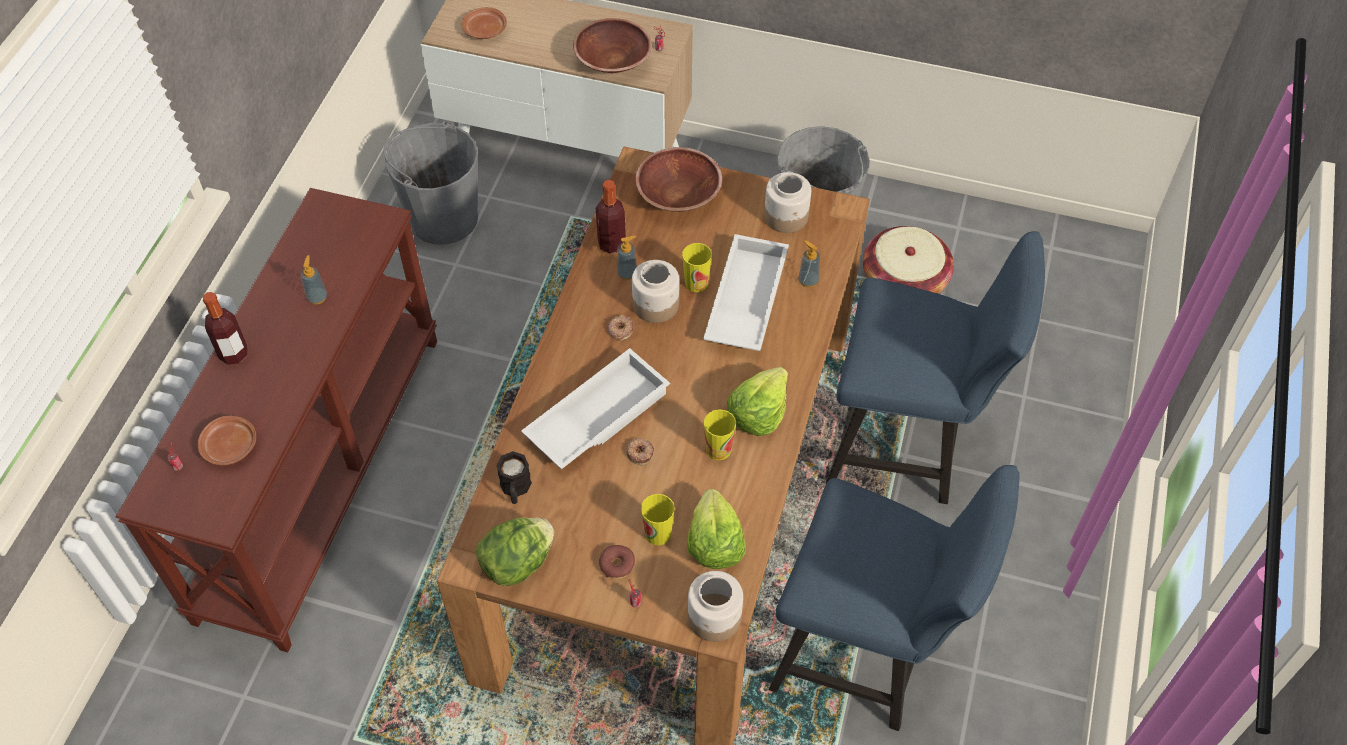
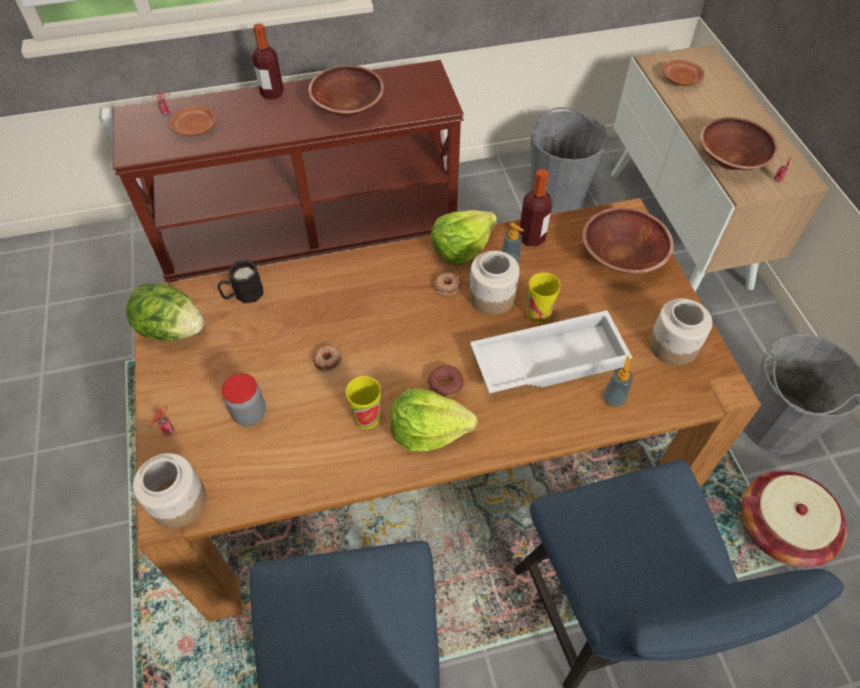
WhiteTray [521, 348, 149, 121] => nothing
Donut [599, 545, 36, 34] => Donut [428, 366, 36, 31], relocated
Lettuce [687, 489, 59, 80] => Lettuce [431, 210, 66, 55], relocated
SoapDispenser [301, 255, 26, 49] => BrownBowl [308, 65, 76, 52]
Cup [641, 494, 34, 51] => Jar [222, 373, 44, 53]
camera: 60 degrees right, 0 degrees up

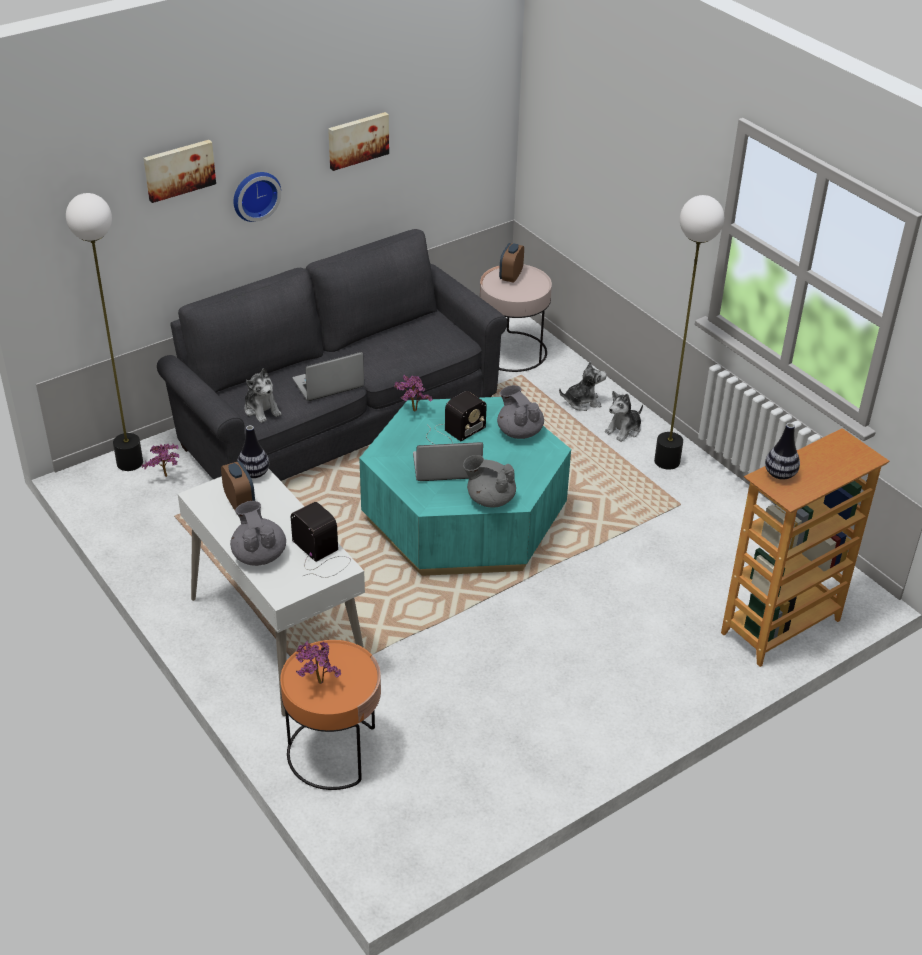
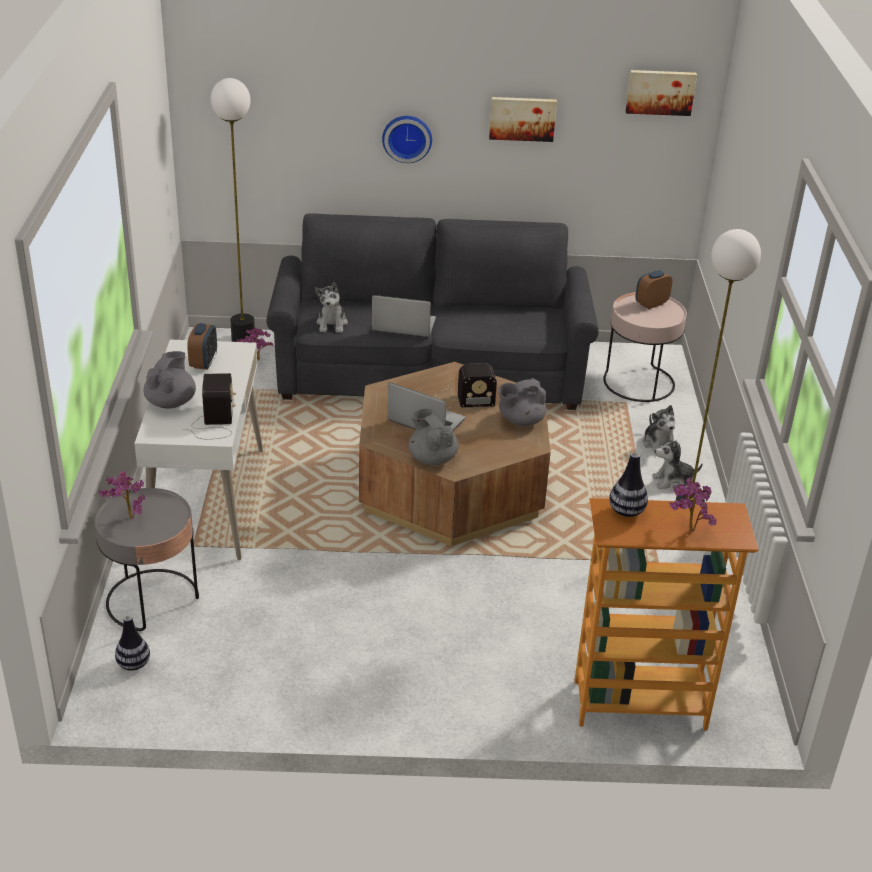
Picture [144, 140, 72, 63] => Picture [626, 70, 71, 46], relocated
Vase [237, 425, 32, 53] => Vase [115, 615, 35, 56], relocated
PottedPlant [394, 375, 39, 37] => PottedPlant [669, 477, 48, 54], relocated
OrangeSideTable [280, 640, 101, 150] => GreySideTable [95, 488, 104, 143]
TurquoiseCoffeeTable [359, 397, 212, 179] => BrownCoffeeTable [359, 362, 192, 184]
GreyTeapot [497, 385, 47, 54] => GreyTeapot [498, 378, 49, 48], 120 degrees counterclockwise
PlushToy [559, 361, 48, 50] => PlushToy [643, 405, 32, 48], 45 degrees clockwise
camera: 35 degrees right, 5 degrees down

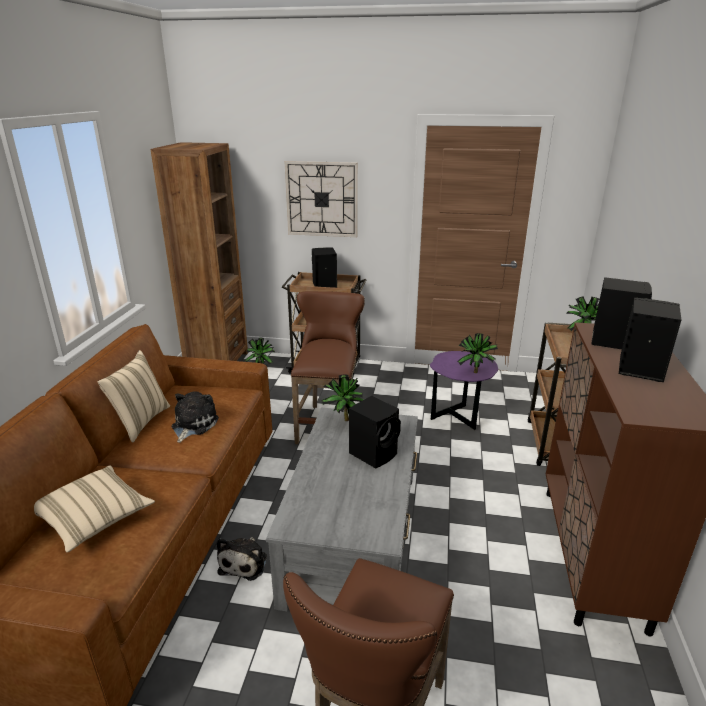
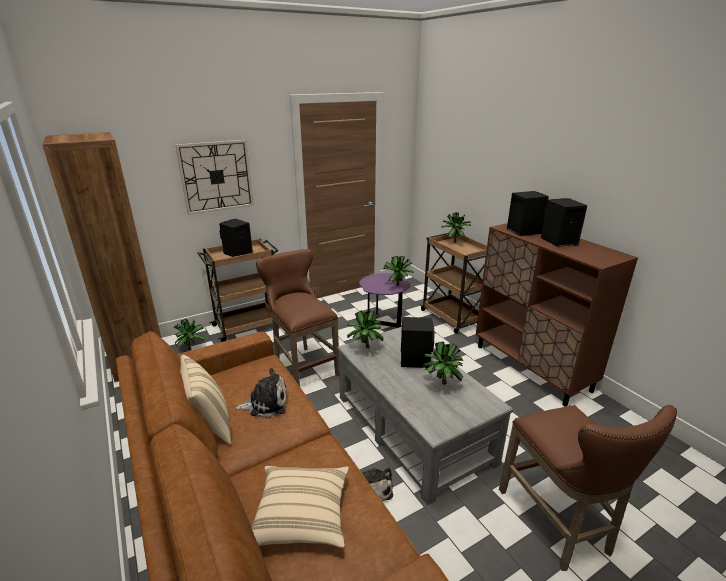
nothing => PottedPlant [423, 341, 40, 44]
PlushToy [171, 392, 48, 51] => PlushToy [235, 368, 52, 49], 105 degrees clockwise
camera: 40 degrees left, 0 degrees up

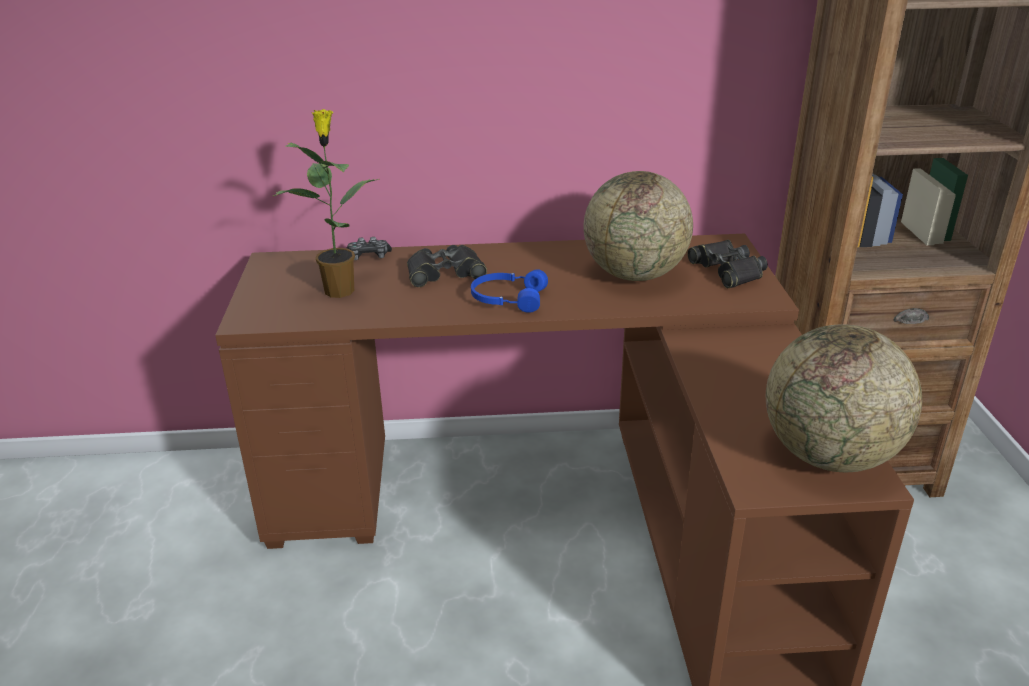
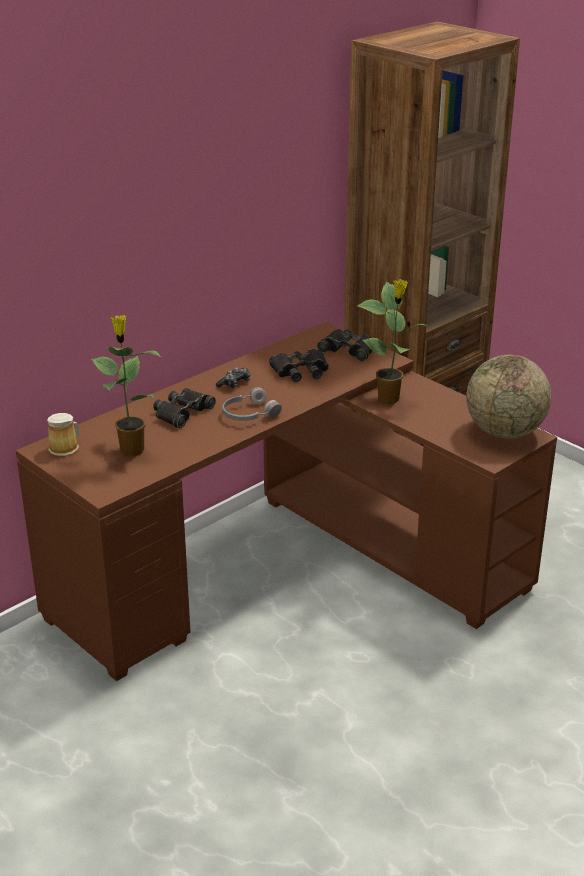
nothing => Mug [47, 413, 33, 43]
nothing => PottedPlant [357, 279, 72, 125]
GameController [346, 237, 46, 23] => GameController [216, 367, 35, 21], relocated
Globe [583, 171, 110, 110] => BlackBinoculars [269, 349, 60, 33]
BlueHeadphones [471, 269, 77, 44] => GreyHeadphones [222, 387, 60, 34]
camera: 40 degrees left, 0 degrees up

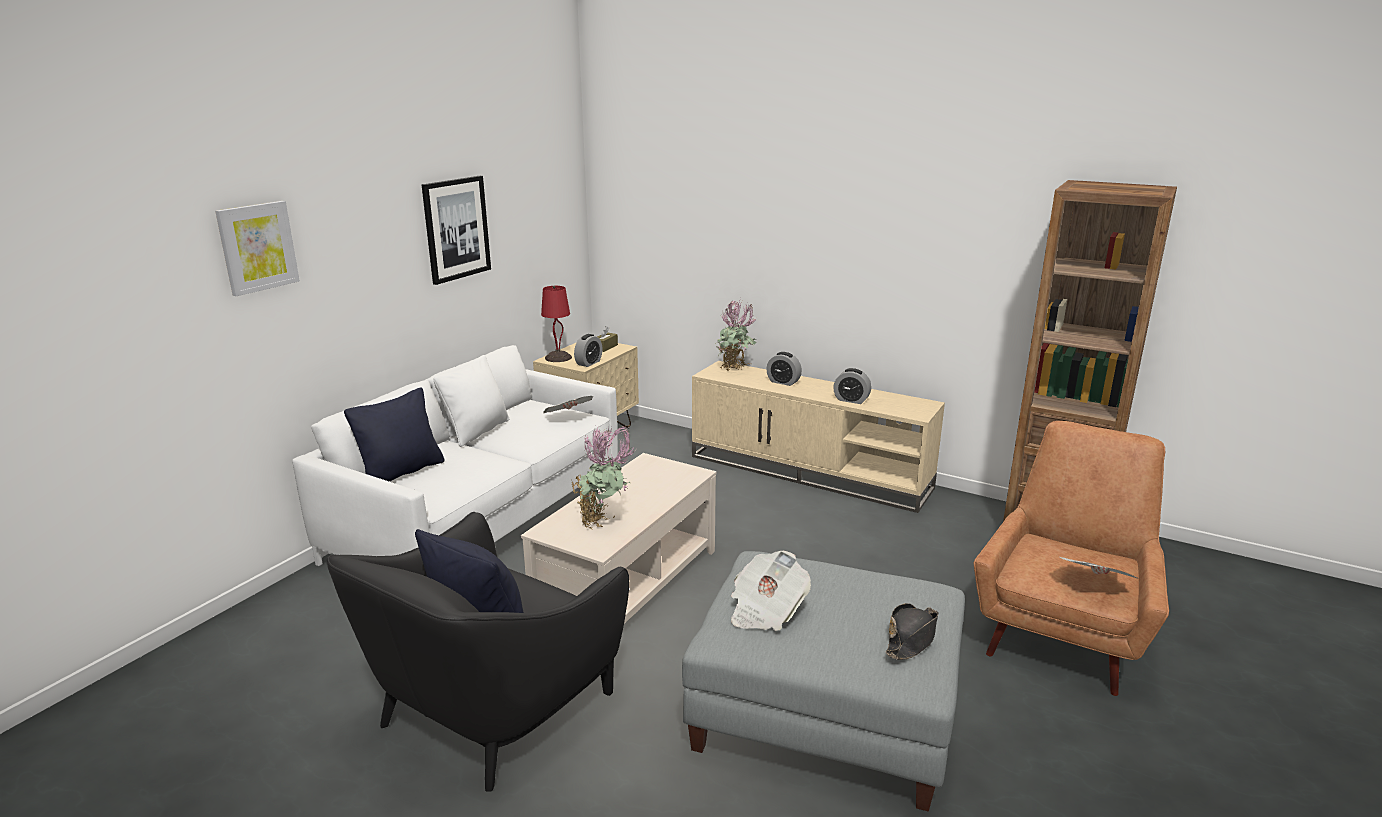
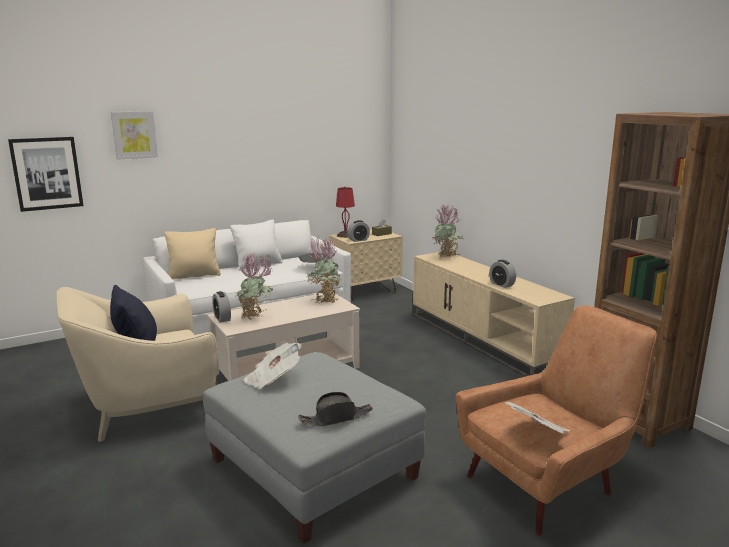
nothing => PottedPlant [306, 236, 35, 68]
Picture [422, 176, 69, 109] => Picture [8, 137, 76, 75], relocated
AlarmClock [766, 352, 36, 34] => AlarmClock [212, 291, 19, 32], relocated
BlackArmchair [327, 512, 302, 280] => BeigeArmchair [57, 287, 160, 155]
BlackPillow [344, 388, 101, 93] => BeigePillow [164, 228, 57, 51]
camera: 30 degrees right, 5 degrees down

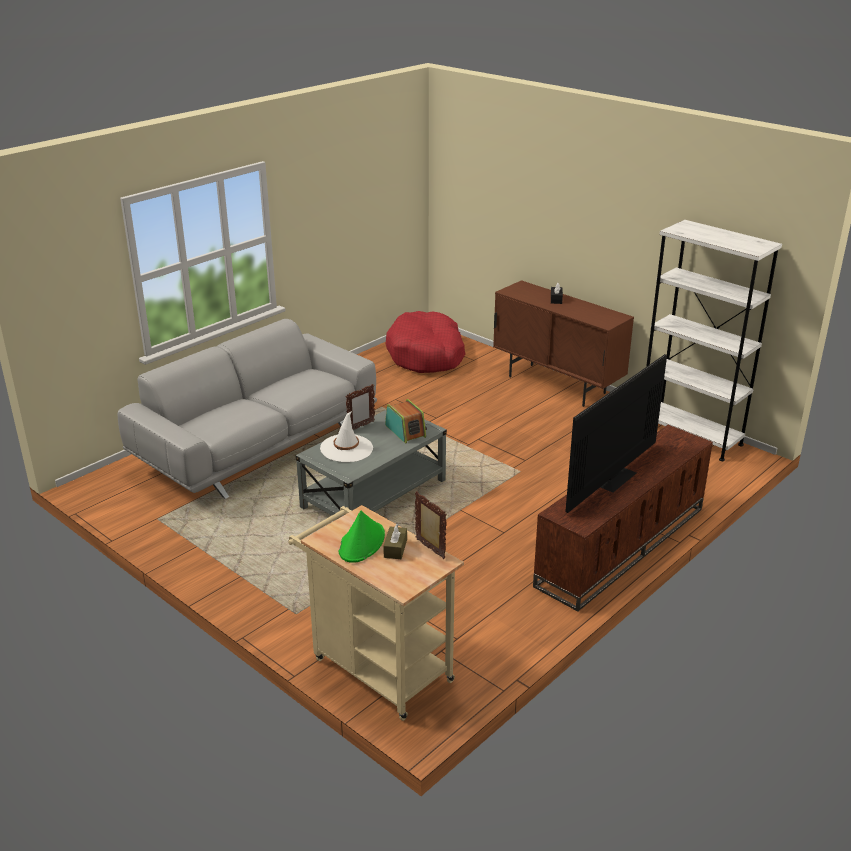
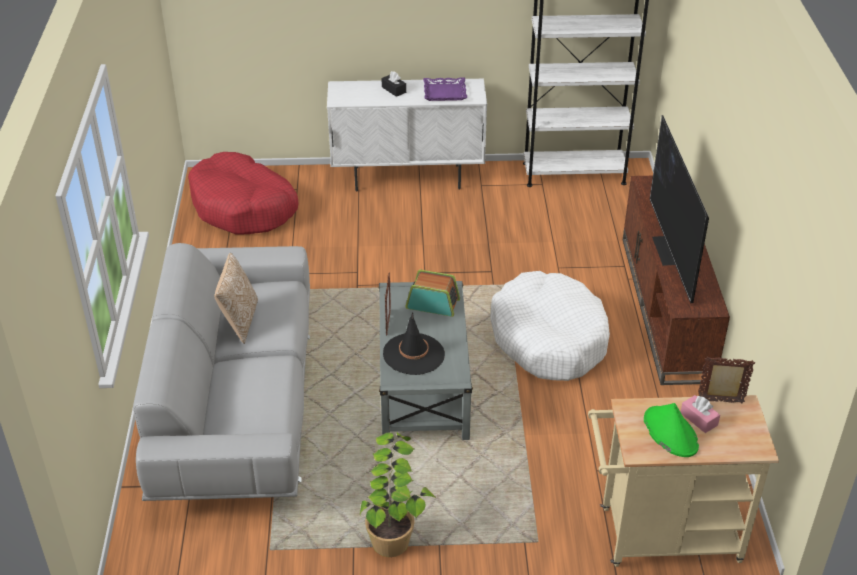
nothing => Pillow [214, 253, 44, 91]
nothing => PottedPlant [359, 432, 77, 125]
nothing => PurpleTray [423, 77, 44, 24]
nothing => WhiteDogBed [490, 271, 120, 110]
WhiteHat [320, 411, 53, 51] => BlackHat [383, 313, 62, 62]
BrownTissueBox [383, 524, 24, 35] => PinkTissueBox [681, 395, 39, 38]
BrownCabinet [493, 280, 141, 127] => WhiteCabinet [327, 79, 160, 113]
camera: 45 degrees left, 10 degrees up

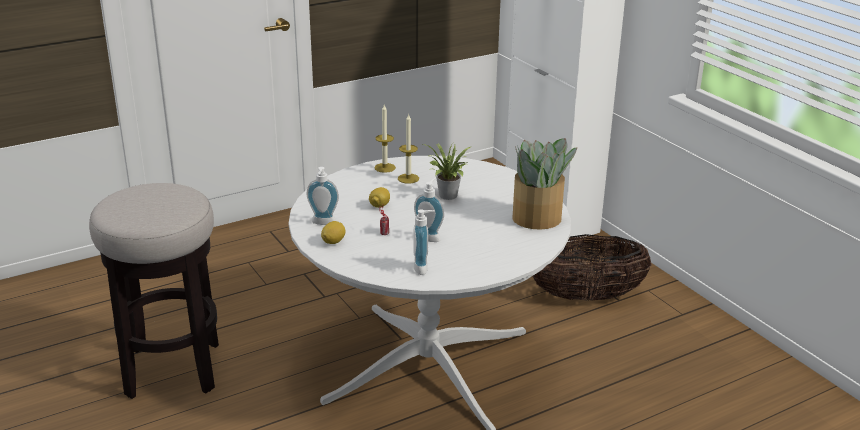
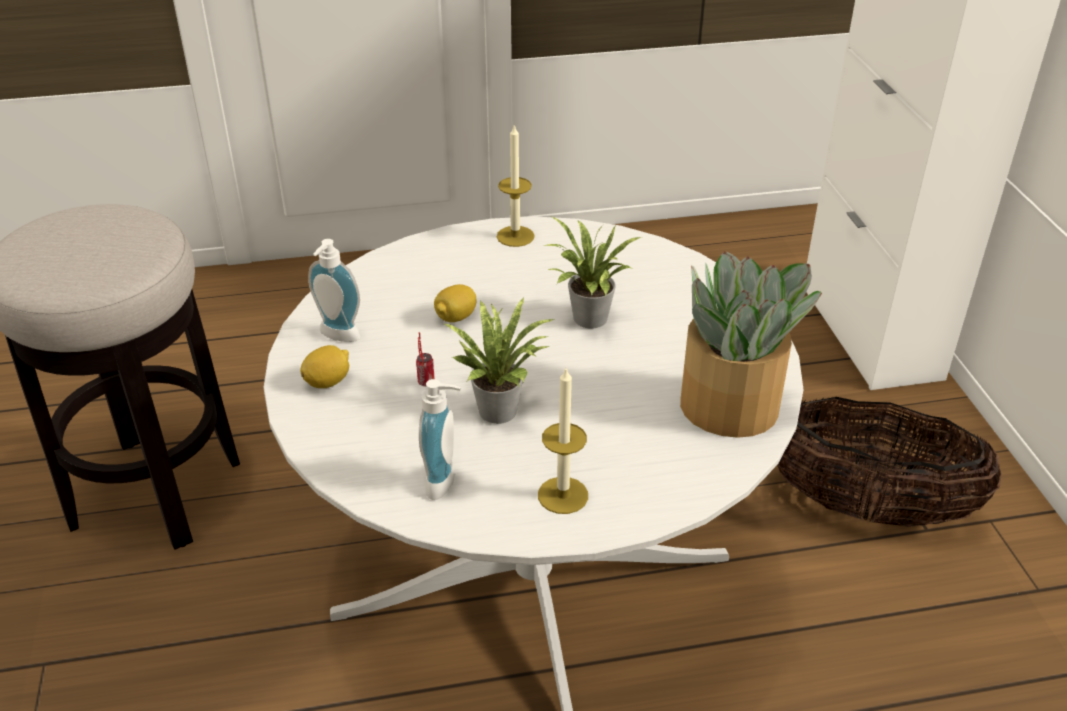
Candle [398, 113, 21, 71] => Candle [538, 369, 50, 145], relocated
SoapDispenser [414, 178, 30, 64] => PottedPlant [443, 298, 112, 126]
camera: 20 degrees right, 10 degrees up

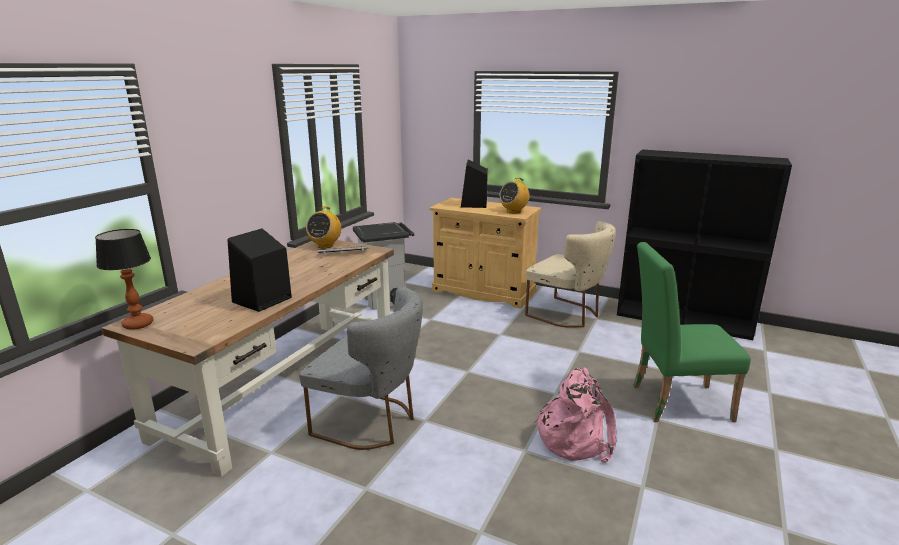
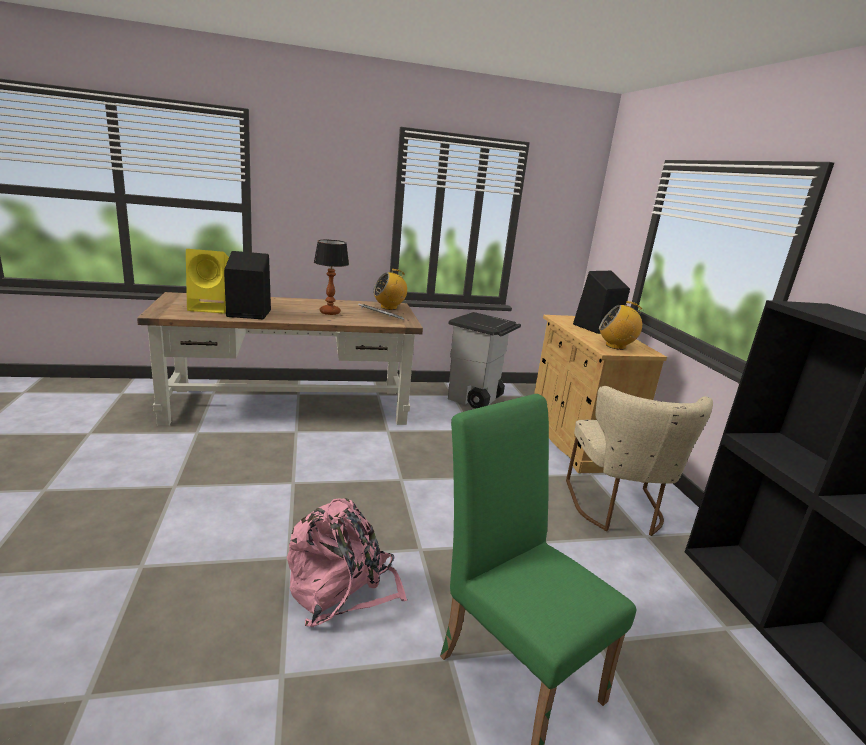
GreyChair [299, 286, 124, 164] => nothing
nothing => YellowSpeaker [186, 249, 43, 65]
TableLamp [95, 229, 58, 101] => TableLamp [314, 240, 35, 75], relocated
camera: 50 degrees right, 0 degrees up

